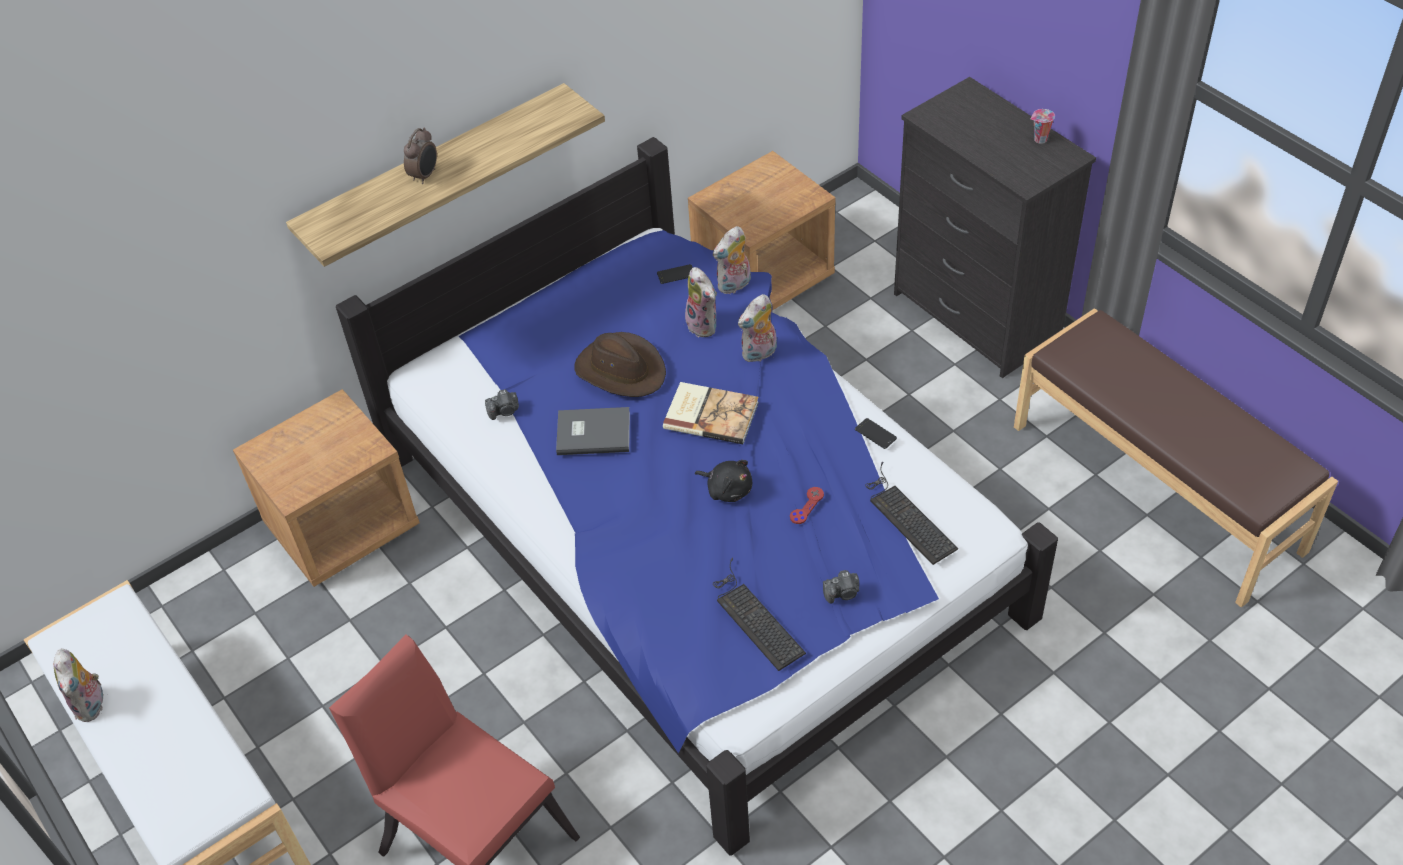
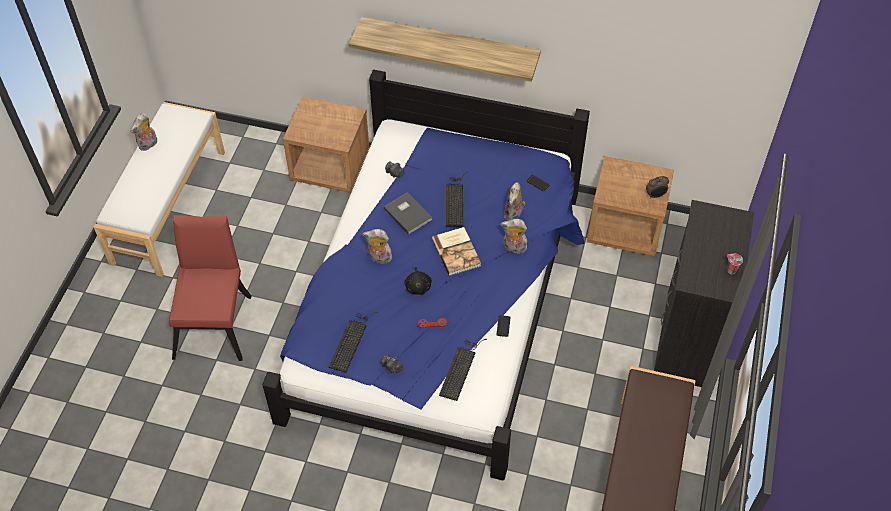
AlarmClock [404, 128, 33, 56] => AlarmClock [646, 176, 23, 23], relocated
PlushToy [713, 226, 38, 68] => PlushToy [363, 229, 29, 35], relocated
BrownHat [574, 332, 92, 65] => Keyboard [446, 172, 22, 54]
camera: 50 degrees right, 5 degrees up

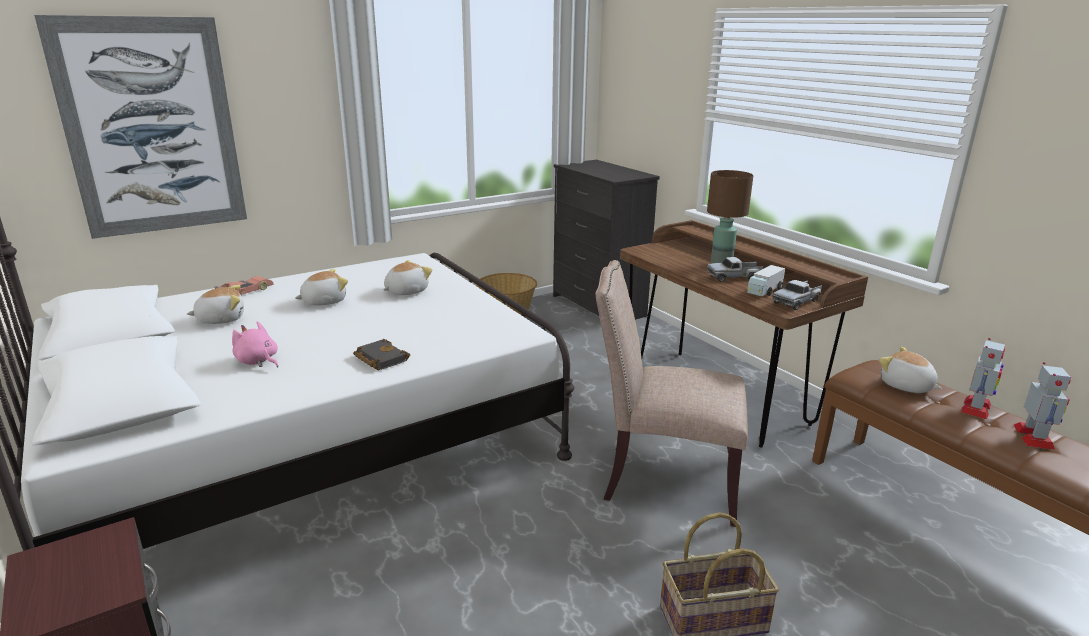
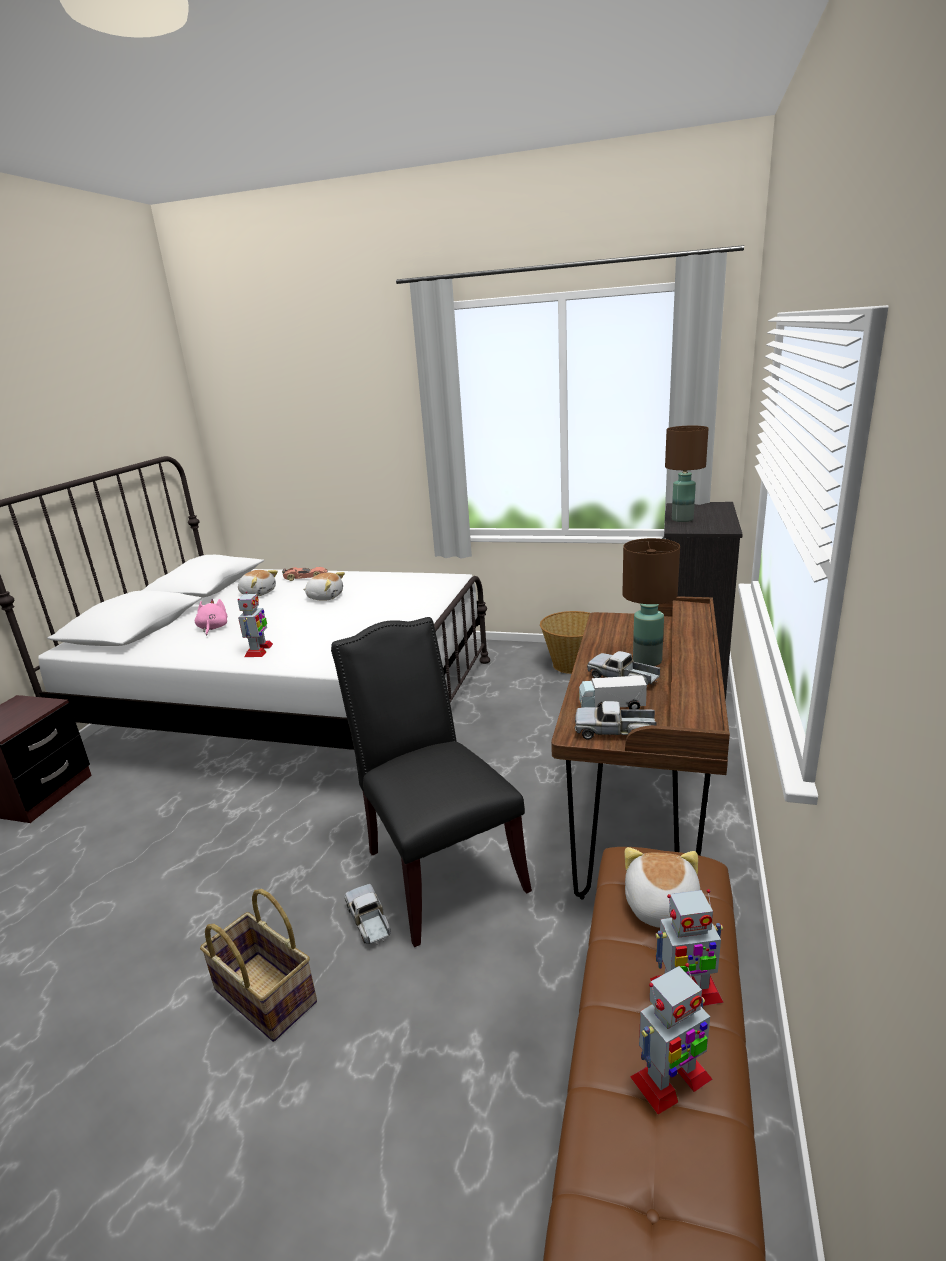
Picture [34, 15, 213, 224] => nothing
PlushToy [383, 260, 50, 35] => nothing
nothing => ToyTruck [344, 884, 47, 60]
nothing => BrownTableLamp [665, 426, 44, 96]
BlackBook [353, 339, 57, 31] => ToyRobot [238, 592, 35, 65]
BeigeChair [596, 260, 152, 267] => BlackChair [331, 617, 201, 330]
camera: 50 degrees right, 0 degrees up

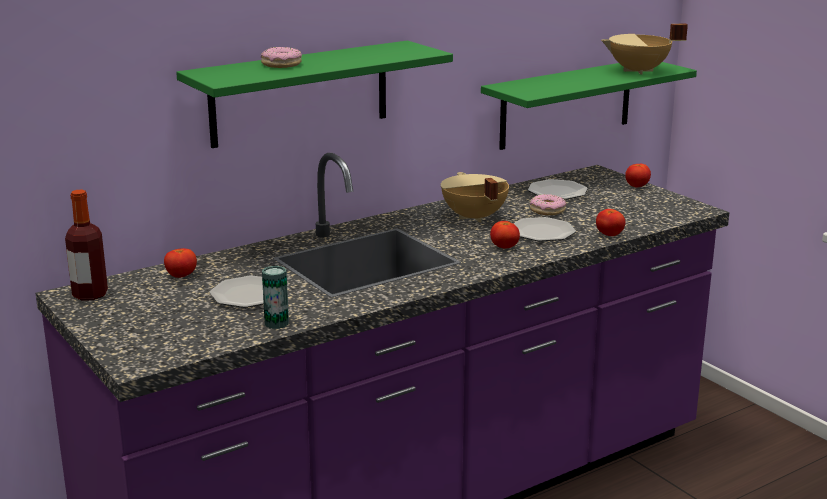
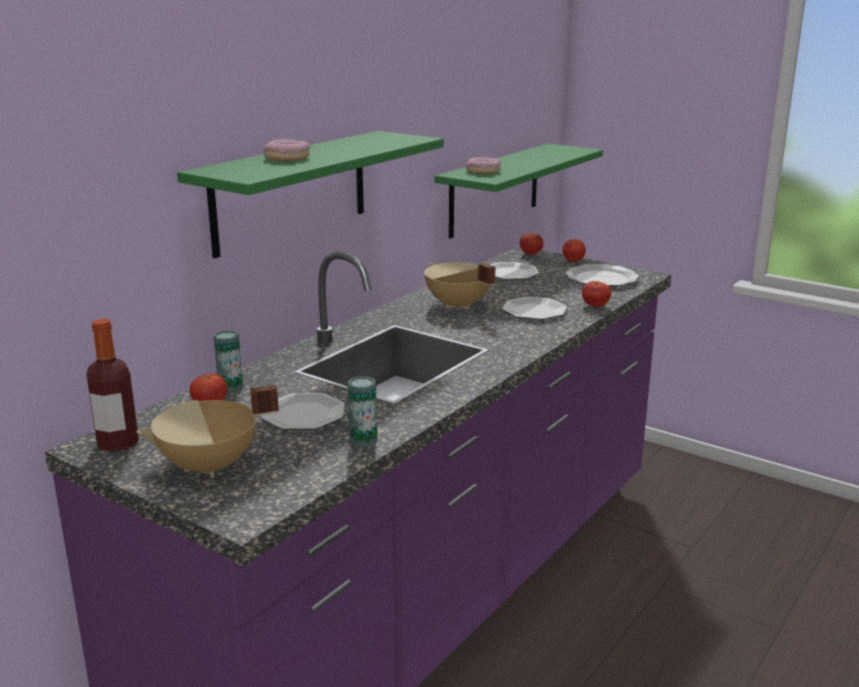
nothing => Can [213, 330, 30, 63]
nothing => Plate [566, 264, 73, 23]
Tomato [490, 221, 30, 28] => Tomato [519, 233, 25, 22], relocated
Donut [530, 194, 36, 21] => Donut [466, 157, 35, 17], relocated
BeigeCookingPot [601, 24, 87, 51] => BeigeCookingPot [136, 385, 143, 93], relocated
camera: 20 degrees left, 0 degrees up

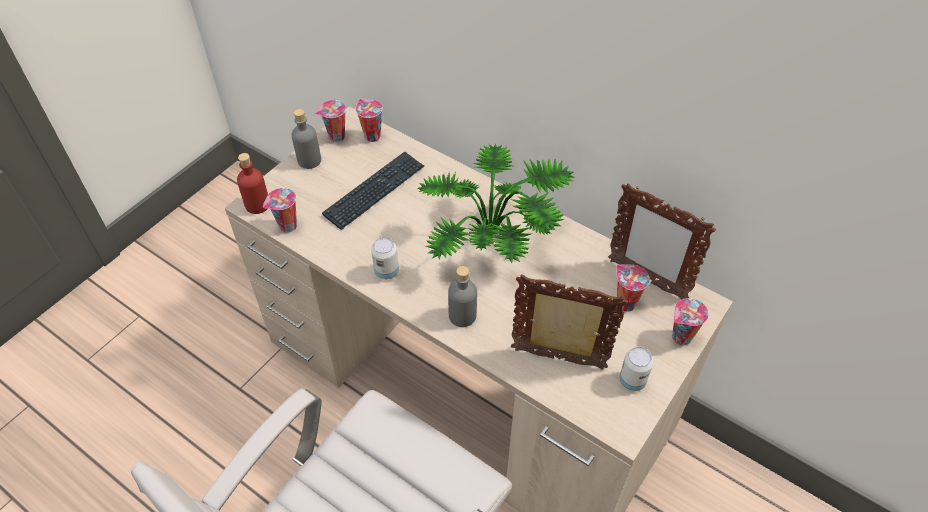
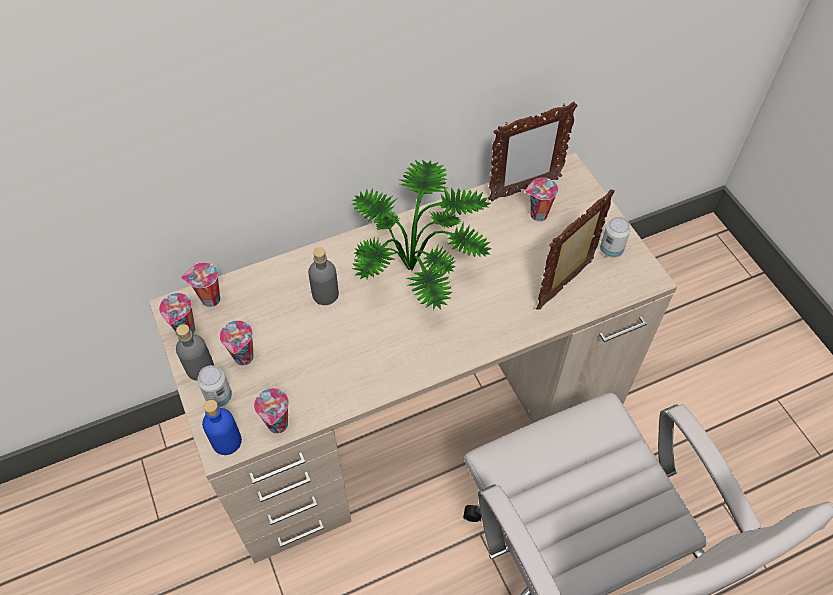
Keyboard [322, 151, 102, 79] => nothing
Can [371, 237, 28, 43] => Can [197, 365, 35, 42], relocated
GreyBottle [448, 266, 29, 61] => GreyBottle [308, 247, 31, 58], relocated
Cup [672, 298, 37, 48] => Cup [220, 320, 34, 46], relocated
RedBottle [237, 153, 31, 61] => BlueBottle [202, 400, 40, 55]
camera: 60 degrees left, 5 degrees up

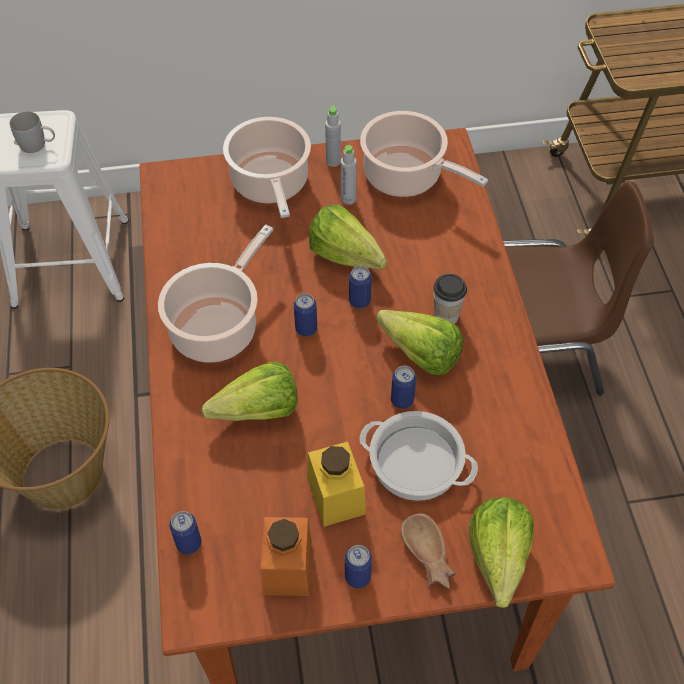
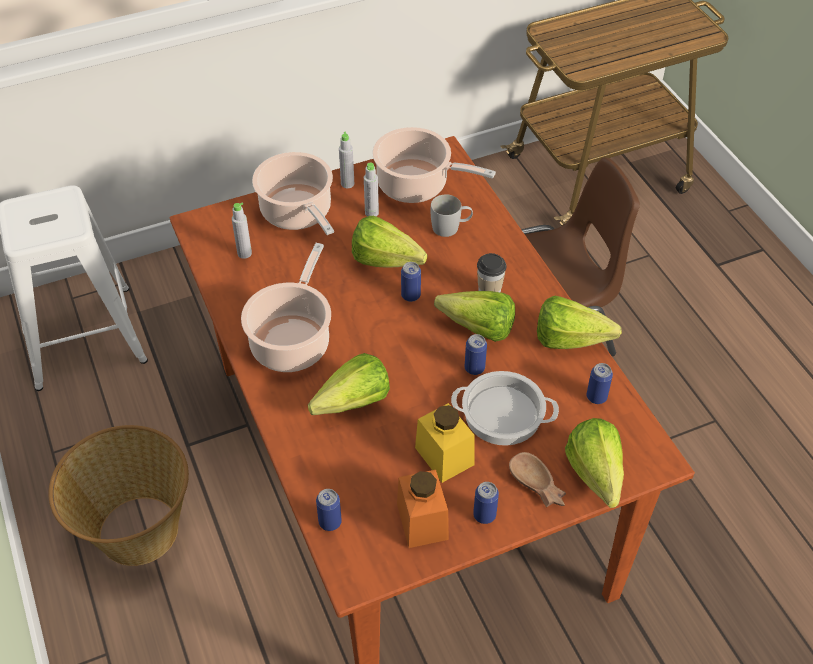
nothing => GreyBottle [232, 202, 20, 57]
nothing => Lettuce [537, 296, 85, 53]
WhiteMug [9, 111, 46, 42] => WhiteMug [431, 194, 42, 43], relocated
Can [294, 293, 23, 43] => Can [587, 363, 26, 41], relocated
camera: 15 degrees left, 5 degrees down

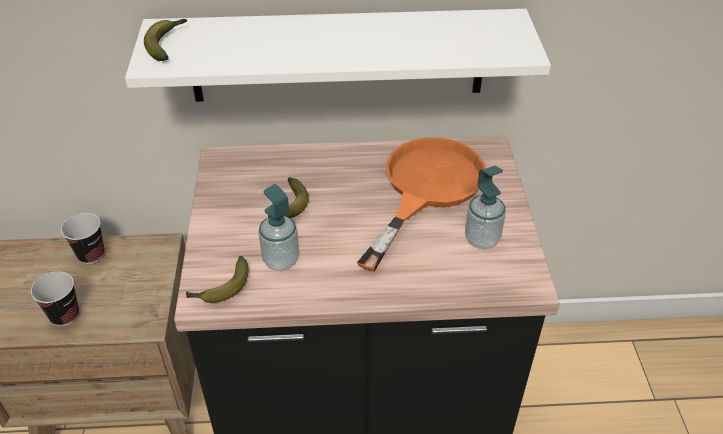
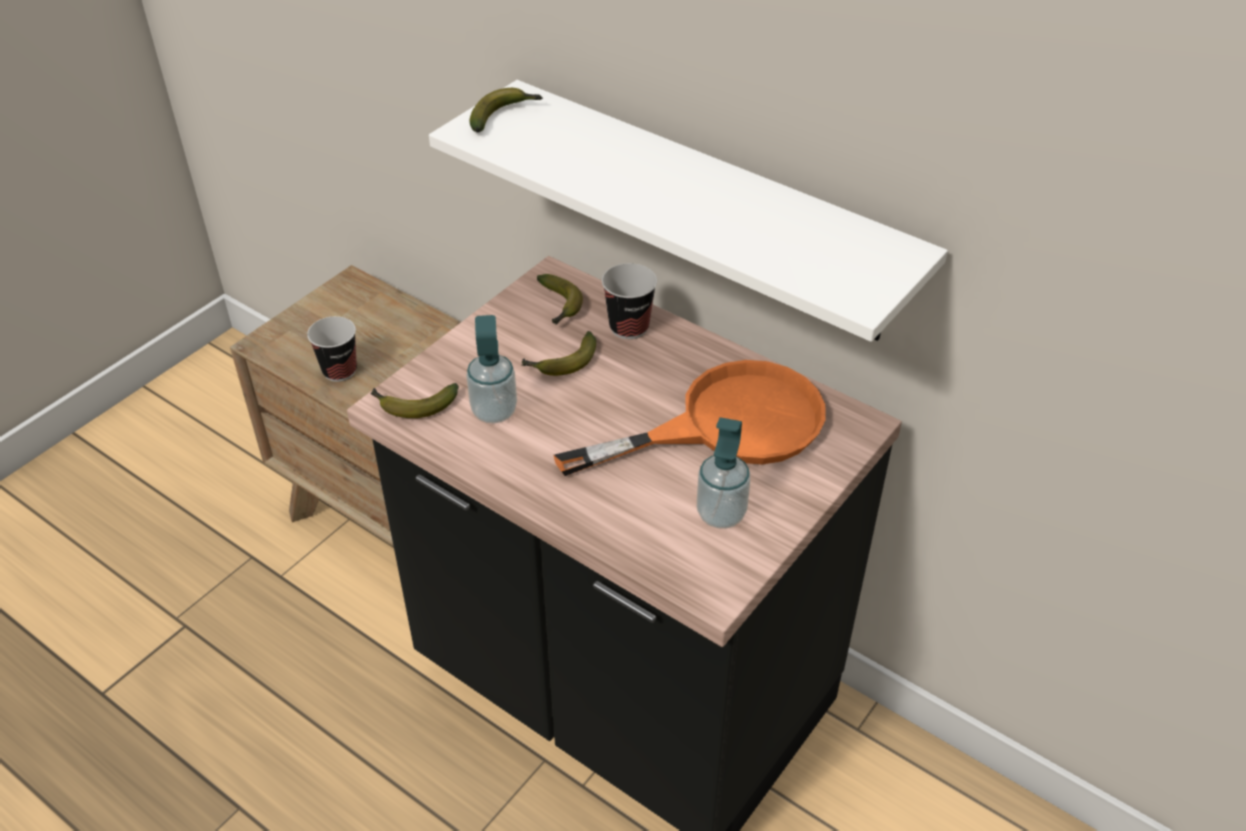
nothing => Banana [537, 274, 46, 51]
Cup [61, 213, 44, 51] => Cup [602, 263, 55, 76], relocated
camera: 40 degrees right, 0 degrees up

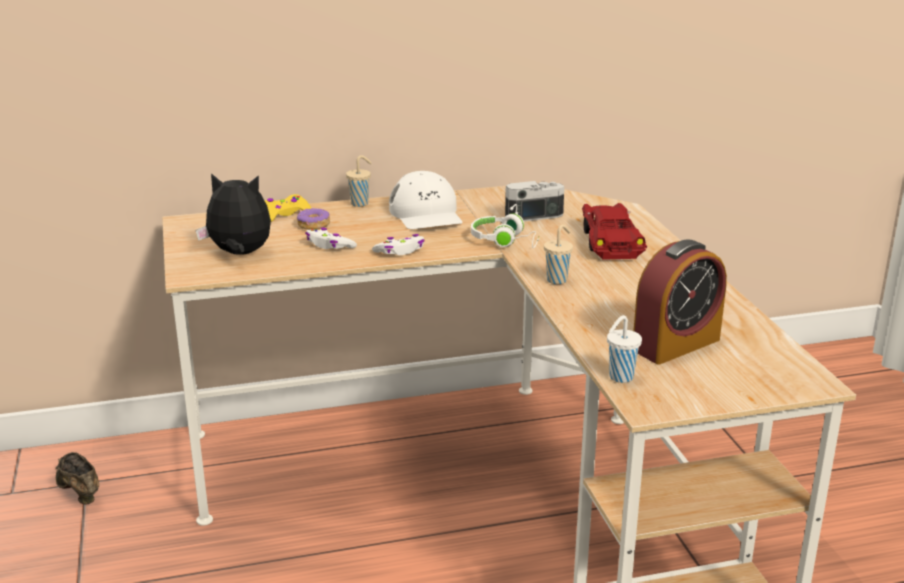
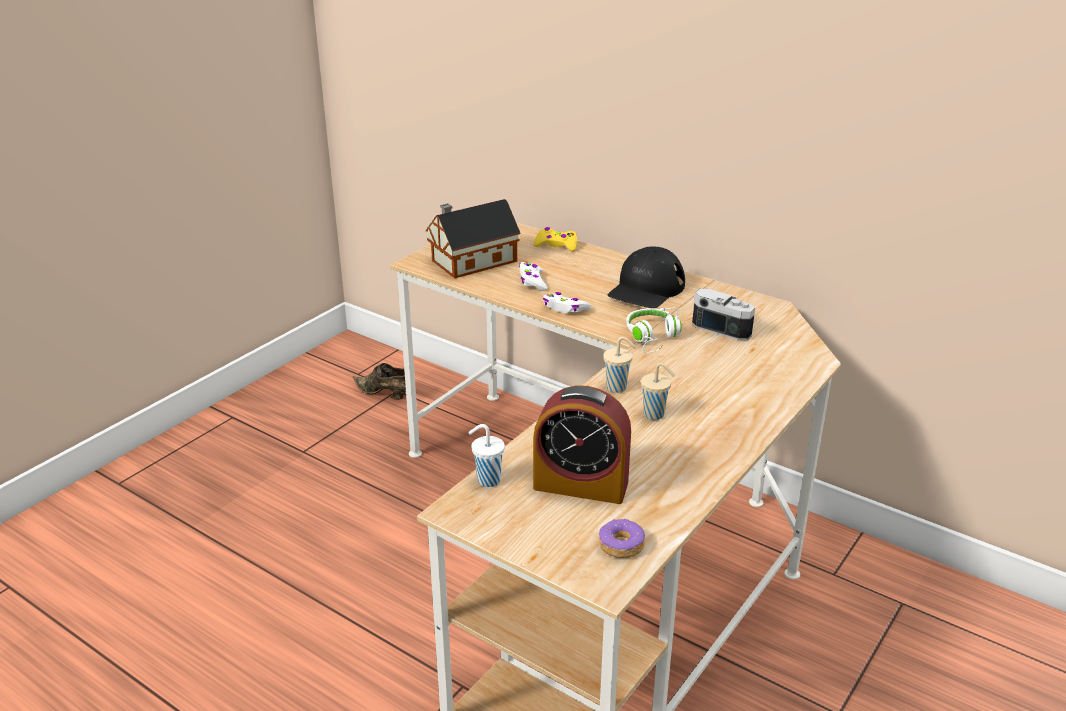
RedToyCar [582, 203, 65, 57] => nothing
Donut [297, 208, 33, 22] => Donut [599, 518, 46, 40], relocated
BeigeCup [346, 155, 26, 52] => BeigeCup [641, 362, 34, 58], relocated
PlushToy [196, 173, 75, 82] => ToyHouse [426, 199, 95, 80]
WhiteCap [389, 171, 74, 58] => BlackCap [608, 247, 77, 61]
BrownShoe [55, 452, 44, 53] => BrownShoe [353, 363, 53, 37], 75 degrees counterclockwise
camera: 50 degrees right, 5 degrees up

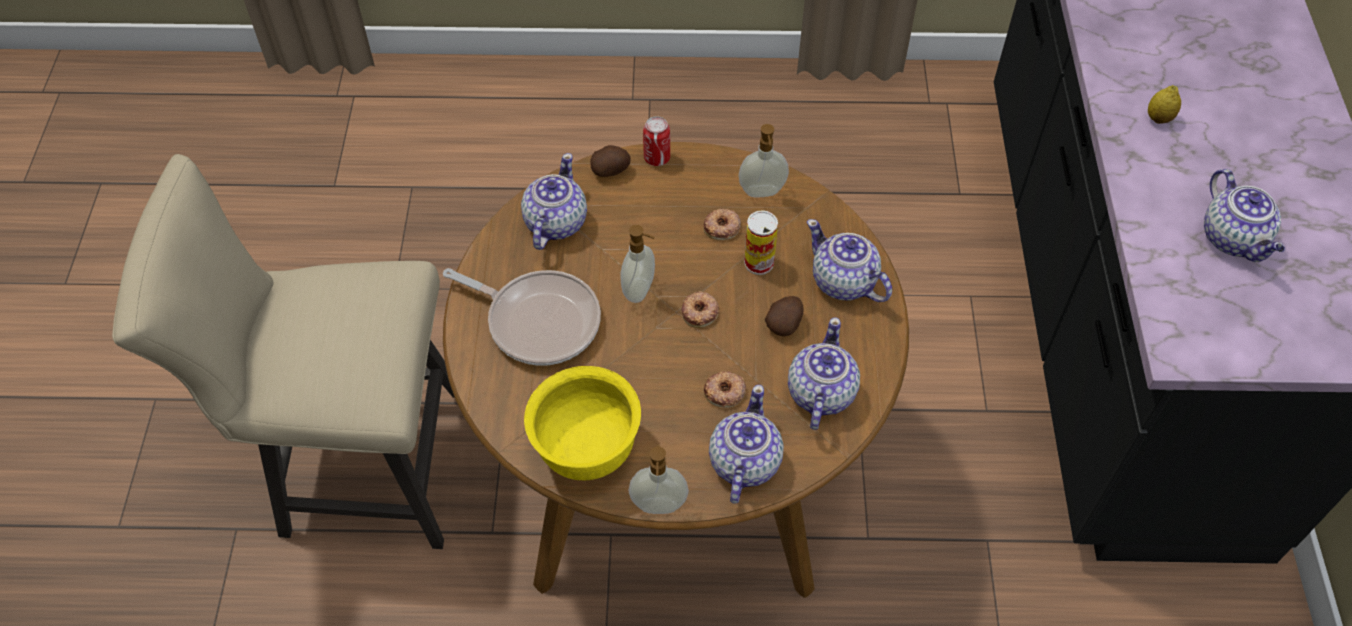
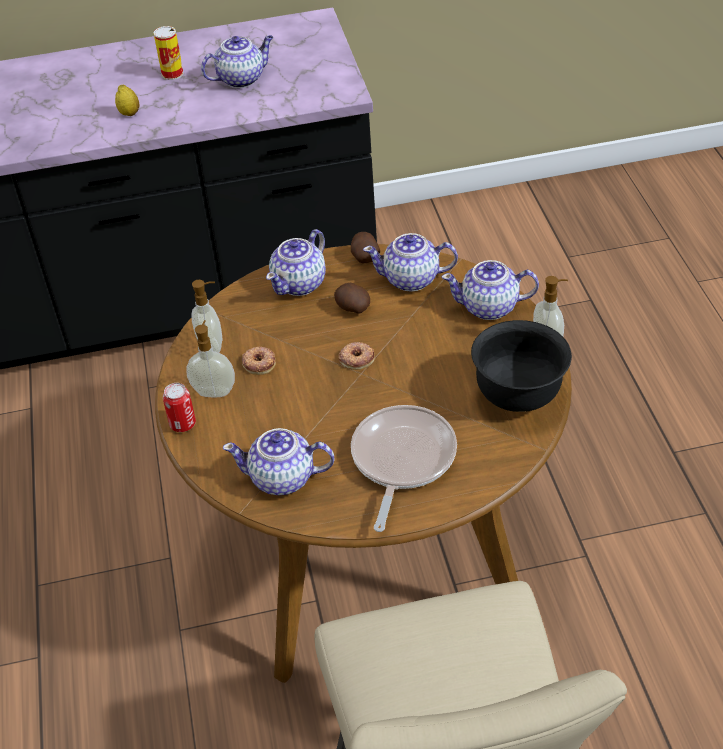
Donut [704, 371, 42, 37] => nothing
Potato [590, 145, 41, 32] => Potato [351, 232, 29, 31], relocated
SoapDispenser [620, 225, 35, 78] => SoapDispenser [186, 320, 49, 77], relocated
Can [744, 210, 34, 65] => Can [154, 26, 30, 54], relocated
YellowBowl [524, 366, 117, 114] => BlackBowl [471, 320, 101, 92]
camera: 100 degrees left, 10 degrees down

